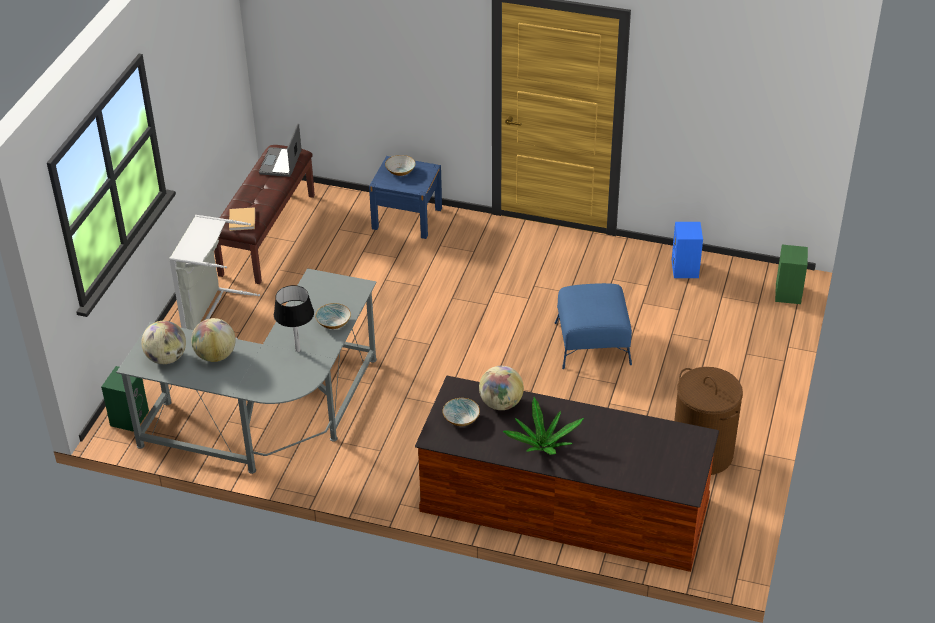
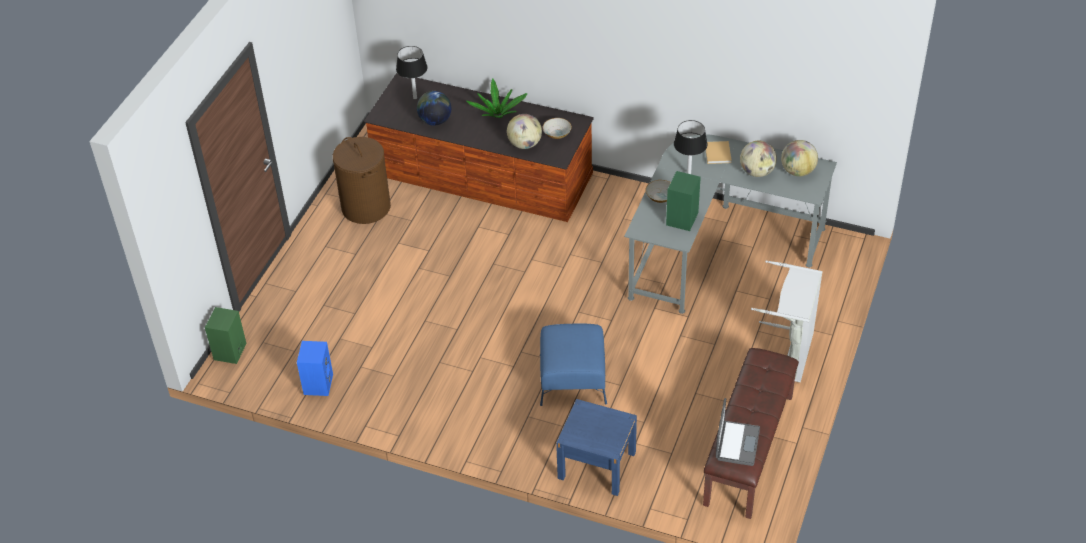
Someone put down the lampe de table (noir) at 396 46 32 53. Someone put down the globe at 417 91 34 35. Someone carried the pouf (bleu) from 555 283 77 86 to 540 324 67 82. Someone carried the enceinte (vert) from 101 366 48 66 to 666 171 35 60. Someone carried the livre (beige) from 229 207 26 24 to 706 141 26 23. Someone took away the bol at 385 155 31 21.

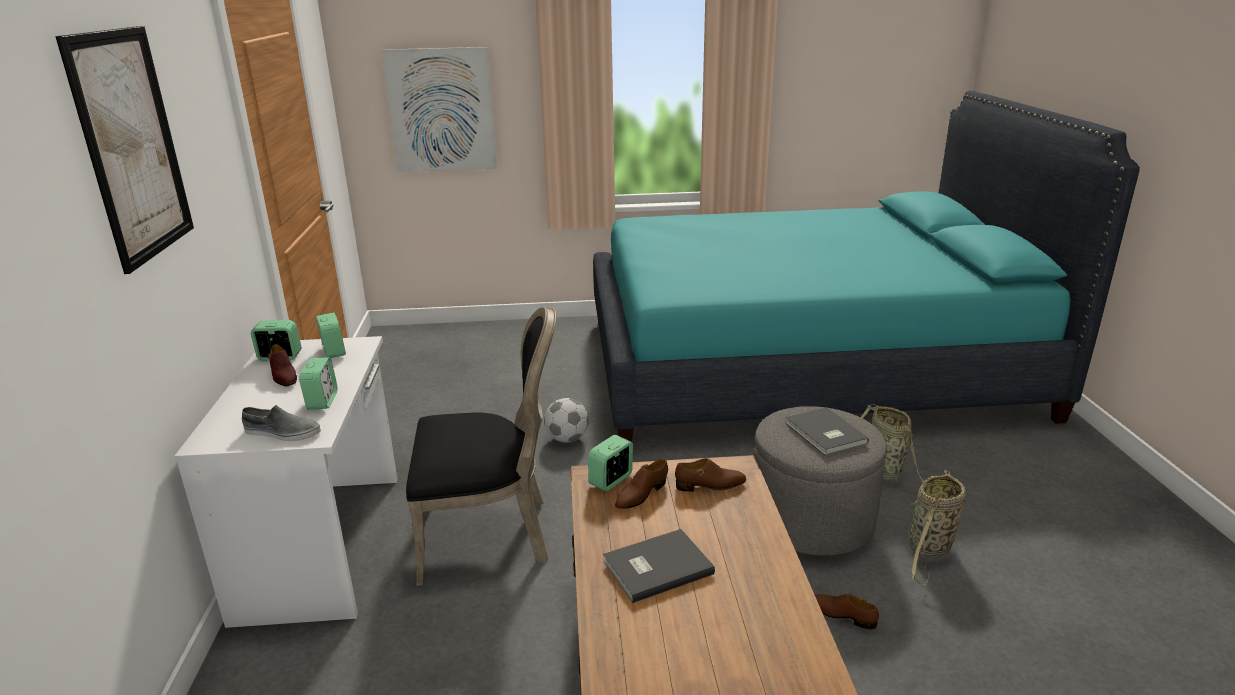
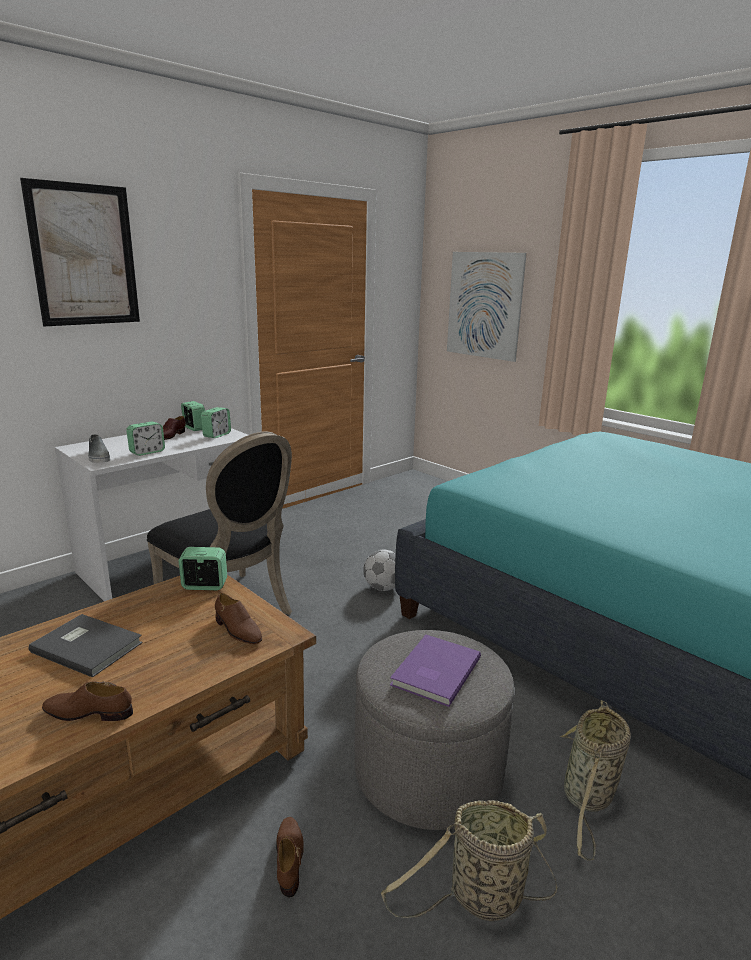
Someone carried the chaussure (marron) from 615 459 53 50 to 42 681 91 40. Someone repainted the livre (gris) at 786 407 83 49, which became the livre (violet) at 390 635 91 72.

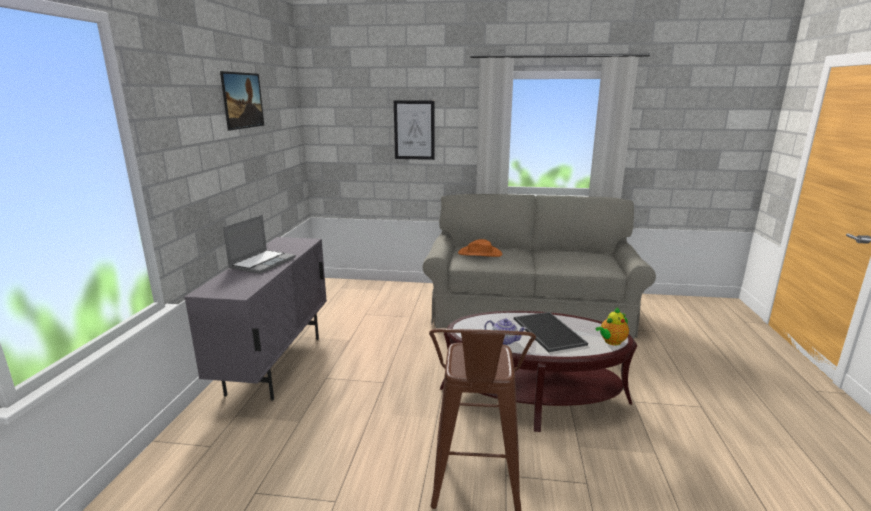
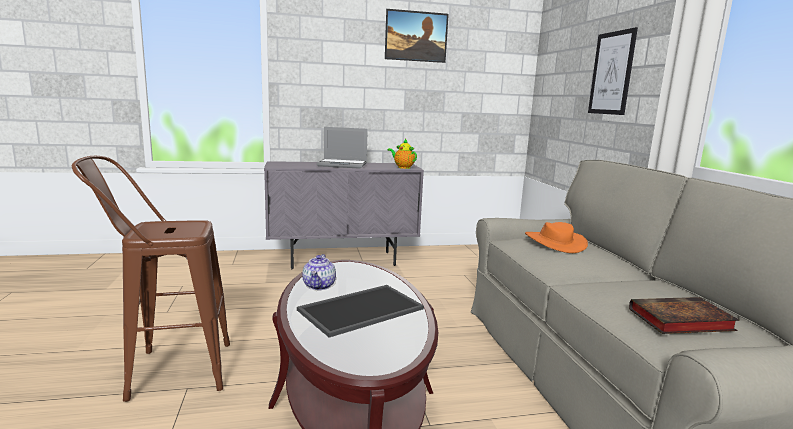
Someone carried the théière from 595 308 34 38 to 388 139 29 30. Someone put down the livre at 629 297 110 37.

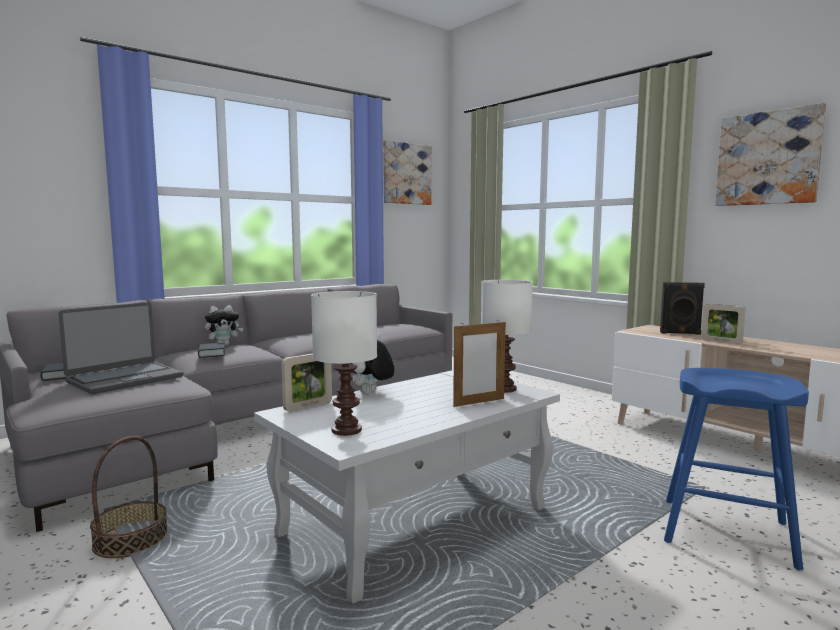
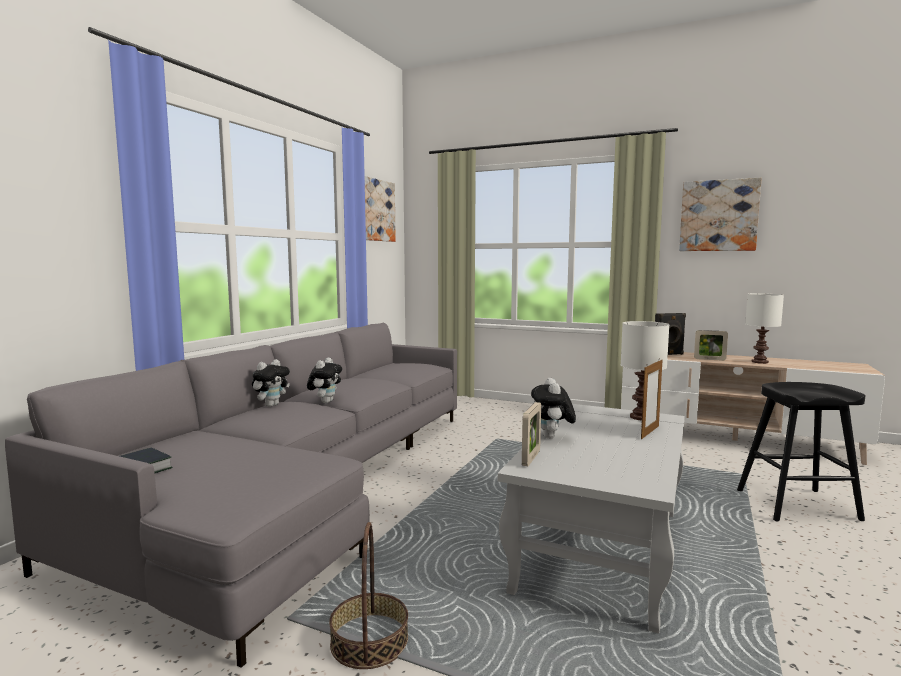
Someone put down the peluche at 307 357 35 46. Someone repainted the tabouret (bleu) at 664 368 145 202, which became the tabouret (noir) at 737 382 128 139. Someone carried the lampe de table (blanc) from 311 291 66 145 to 745 293 39 71. Someone took away the ordinateur portable at 58 302 125 92. Someone took away the livre at 198 343 27 15.

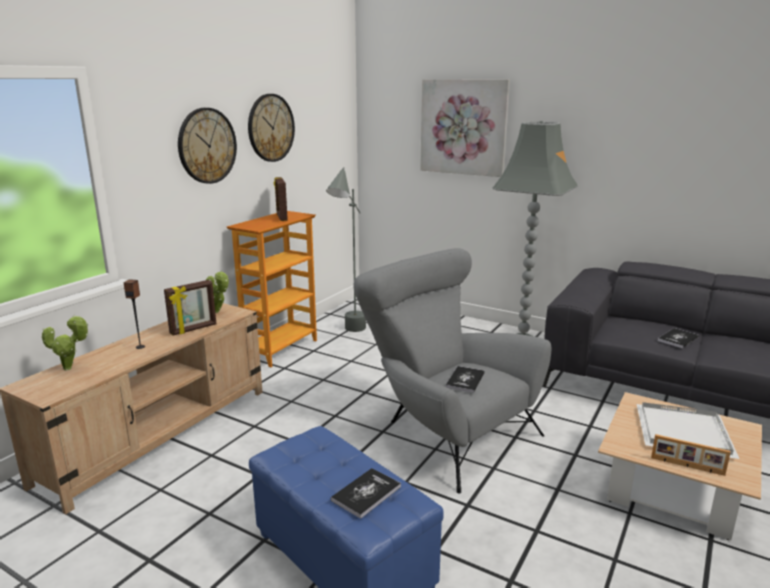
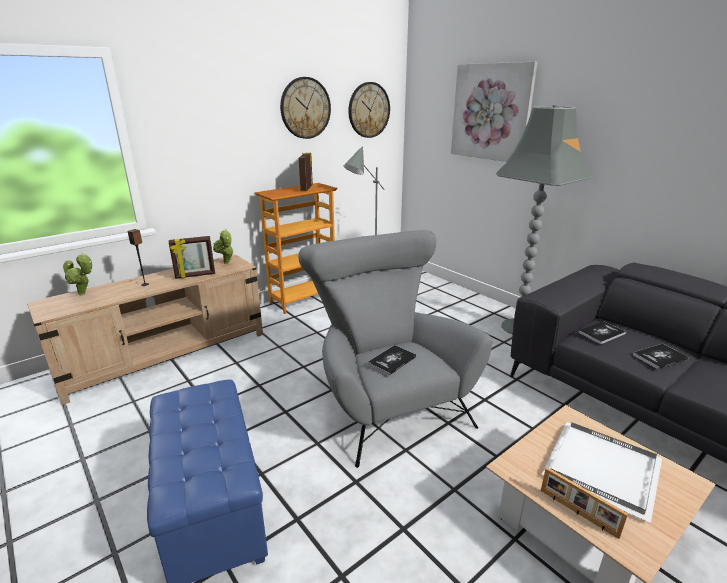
Someone carried the horloge murale from 178 108 59 76 to 348 82 42 56. Someone carried the livre from 331 468 70 51 to 578 321 48 23.

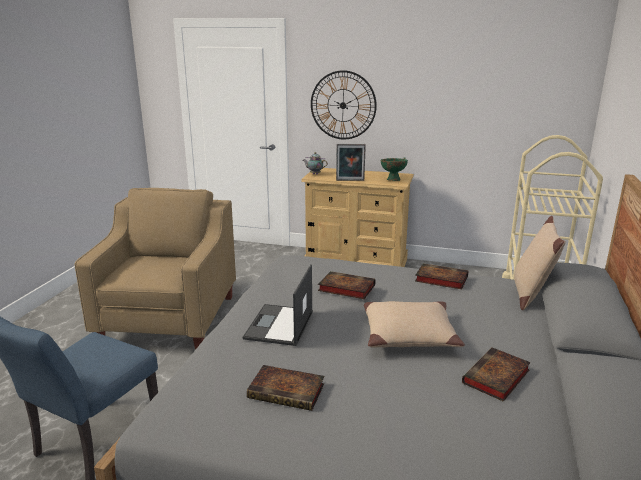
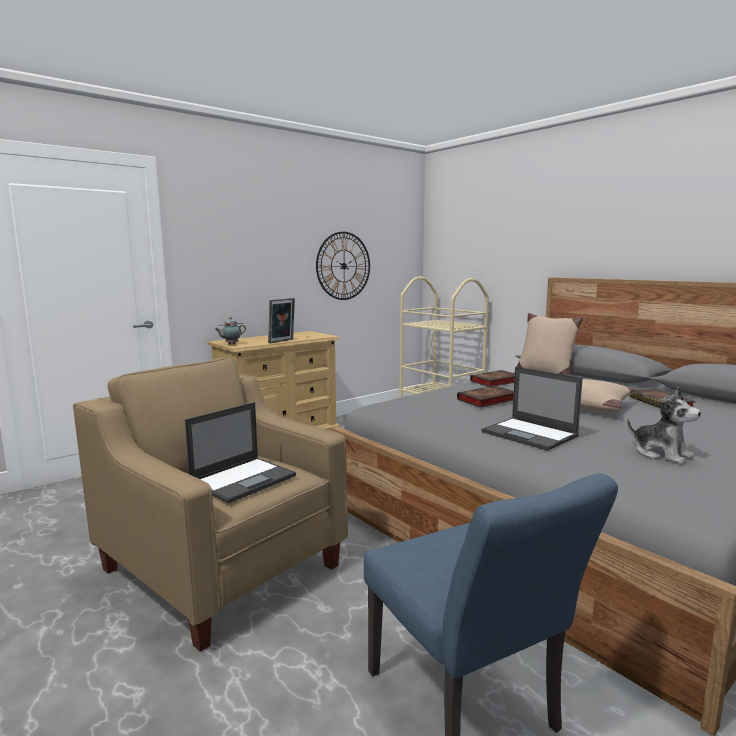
Someone put down the ordinateur portable at 185 402 111 102. Someone carried the horloge murale from 311 70 66 69 to 316 232 54 68. Someone swapped the livre at 247 365 77 46 for the peluche at 627 387 74 77. Someone took away the bol (vert) at 381 157 27 24.

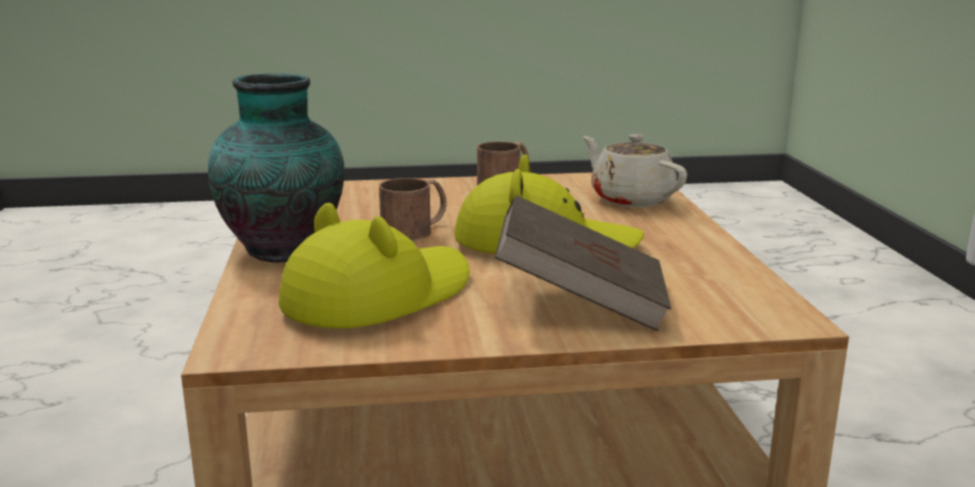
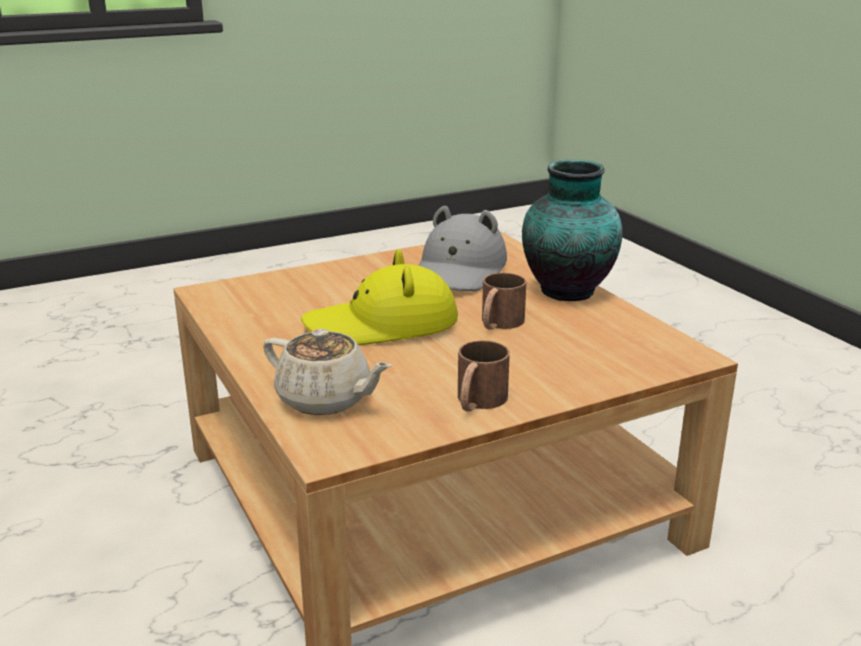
Someone repainted the chapeau (jaune) at 279 203 191 125, which became the chapeau (gris) at 419 206 88 85. Someone took away the livre (marron) at 495 195 176 137.

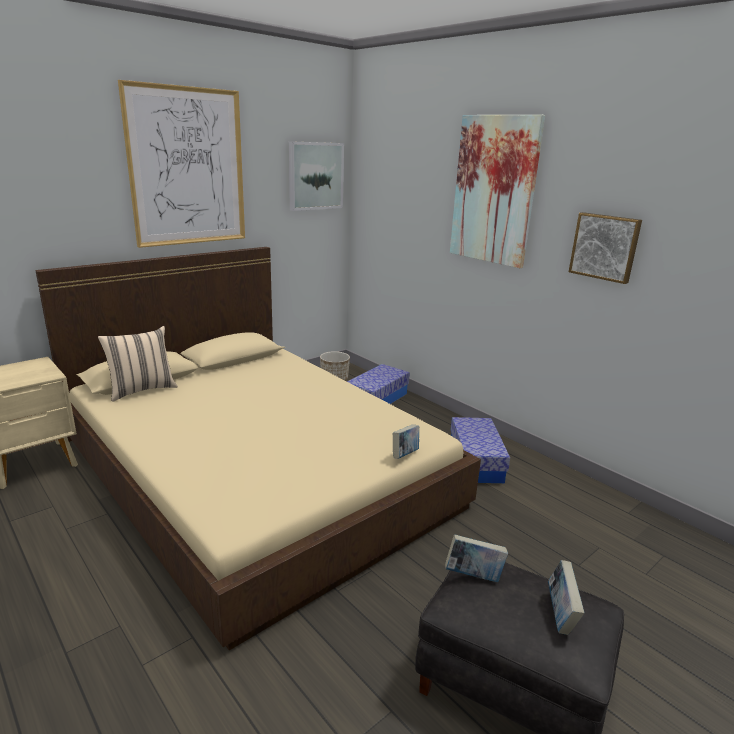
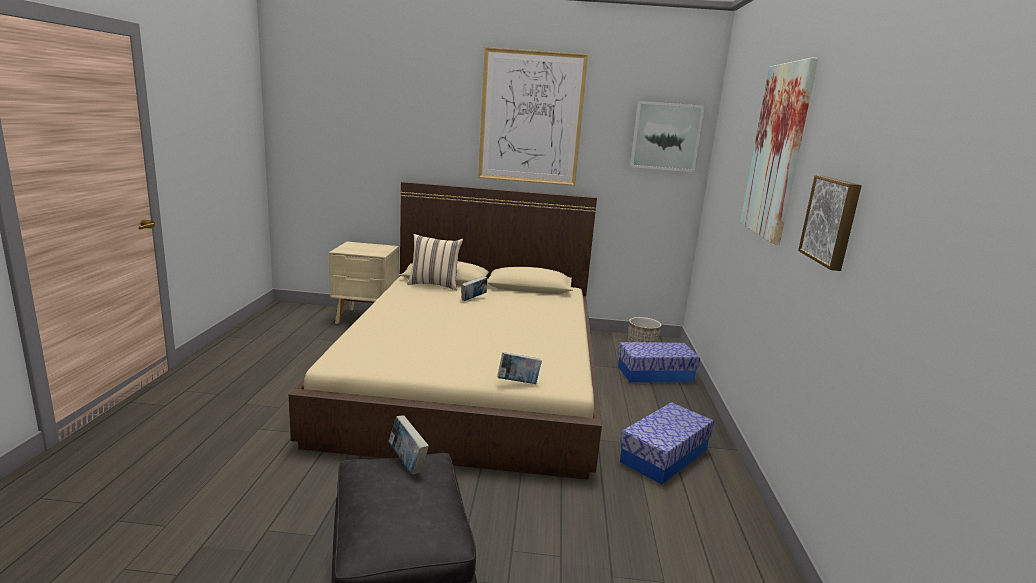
Someone carried the livre from 548 560 36 75 to 461 276 26 25.

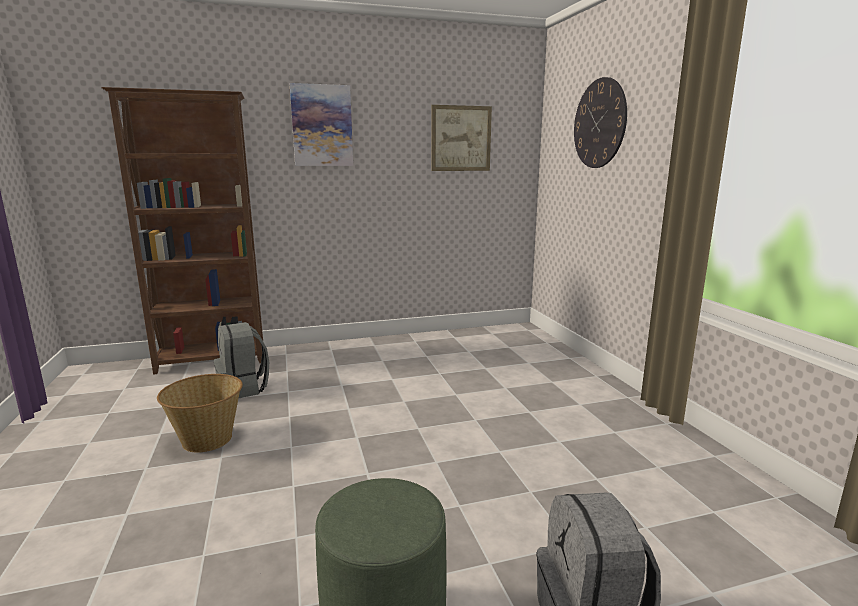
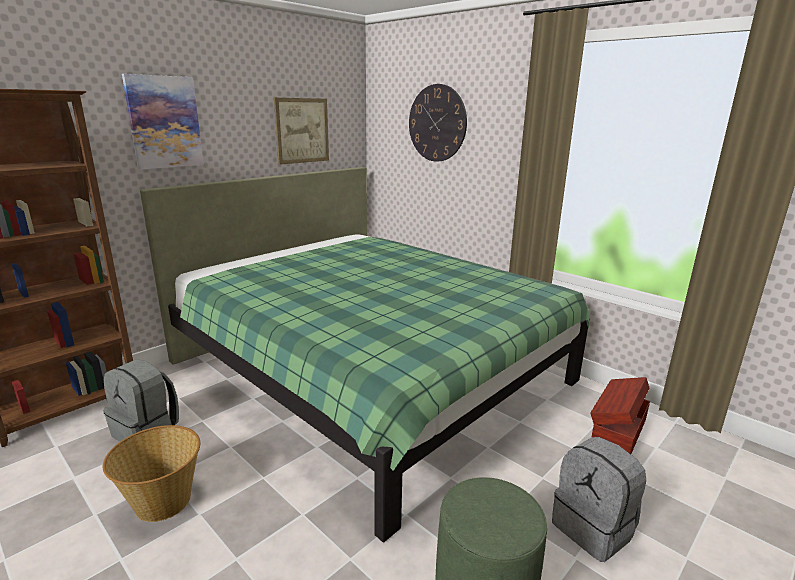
Someone put down the lit (vert) at 140 167 449 375. Someone put down the boîte de rangement (marron) at 591 377 59 77.

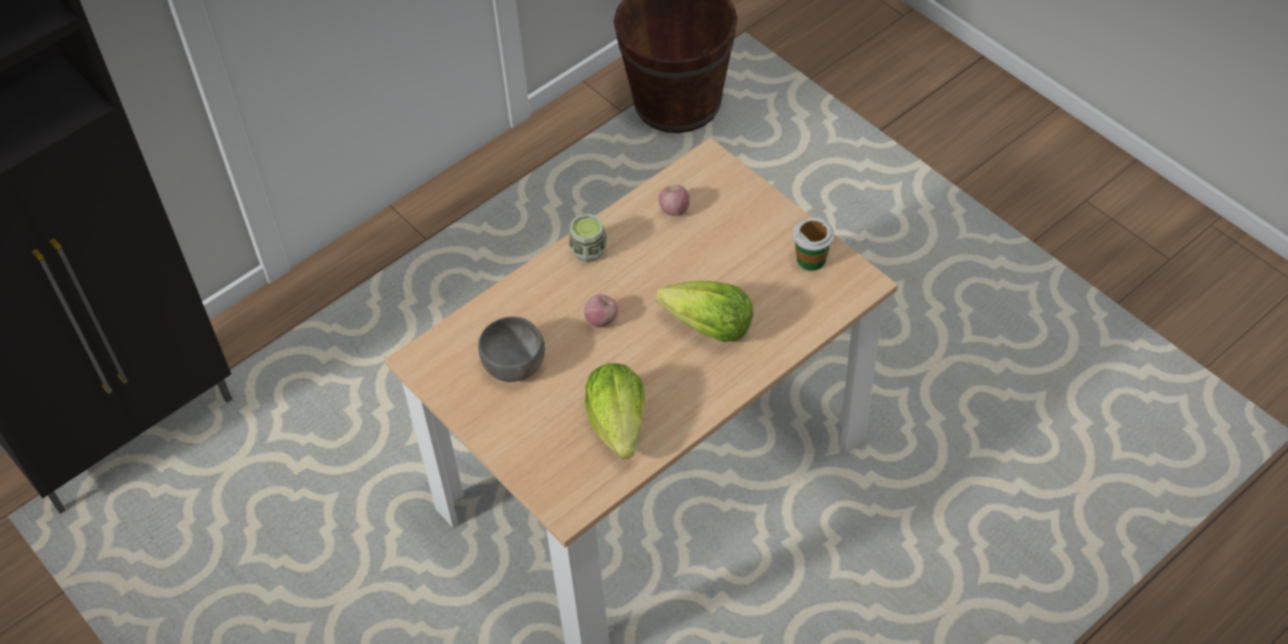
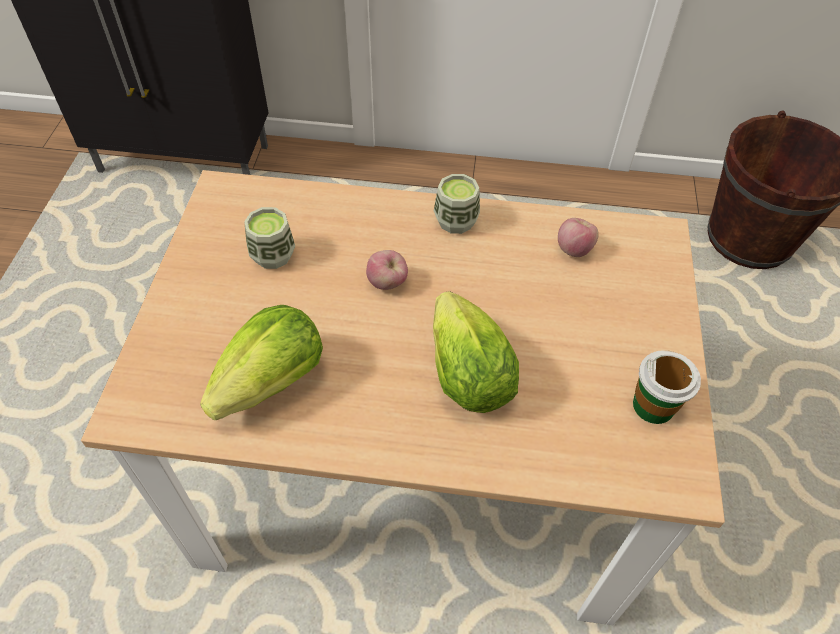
Someone swapped the bol (gris) at 478 316 67 66 for the tasse at 244 207 51 62.

